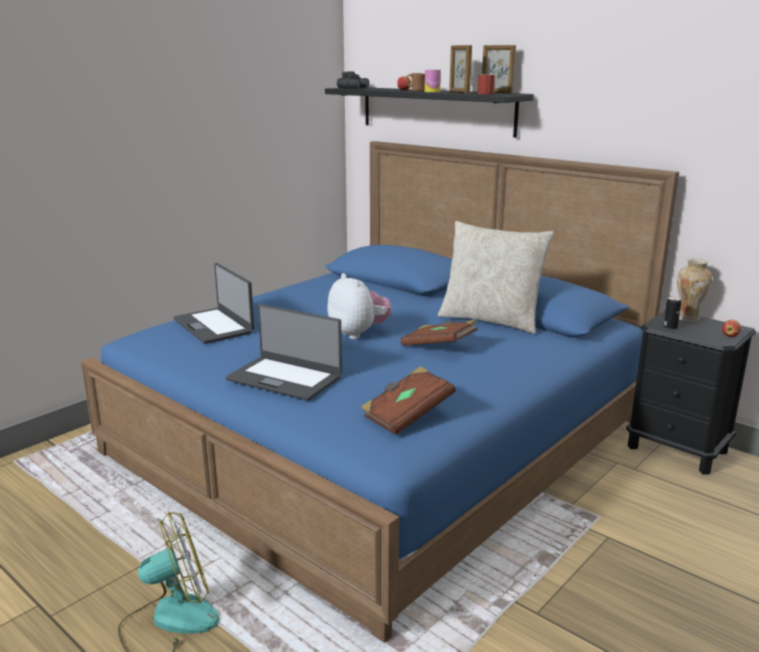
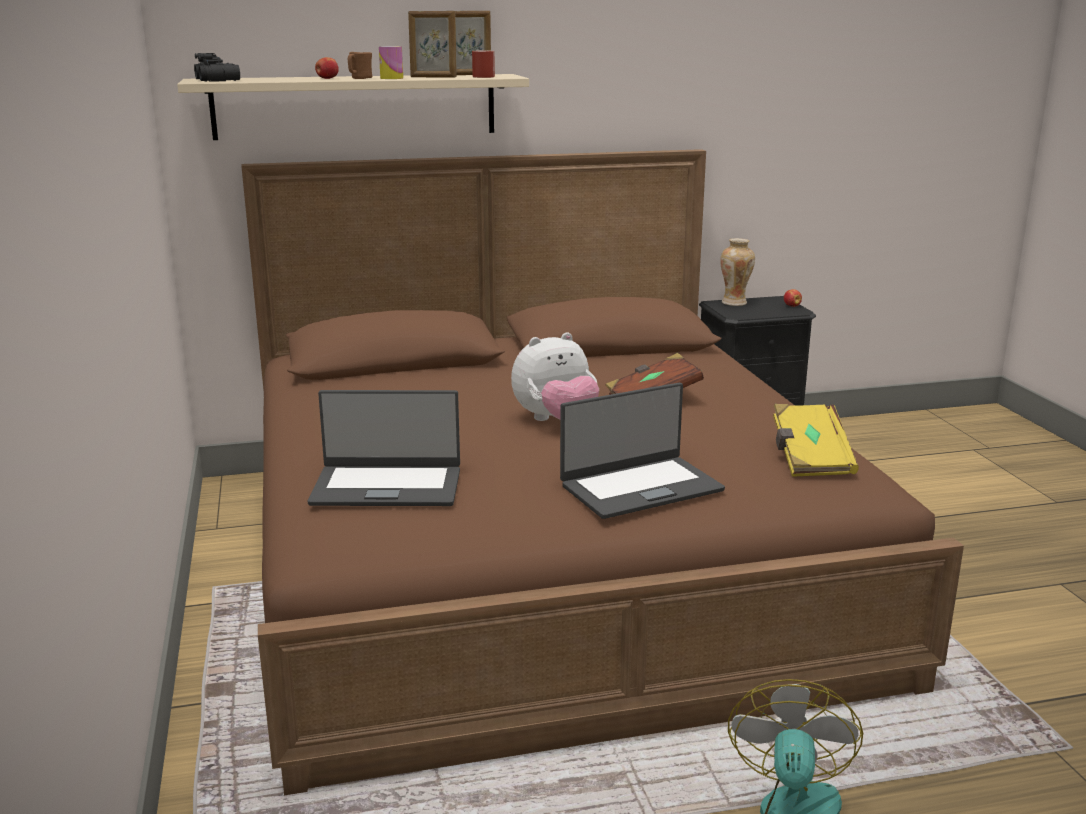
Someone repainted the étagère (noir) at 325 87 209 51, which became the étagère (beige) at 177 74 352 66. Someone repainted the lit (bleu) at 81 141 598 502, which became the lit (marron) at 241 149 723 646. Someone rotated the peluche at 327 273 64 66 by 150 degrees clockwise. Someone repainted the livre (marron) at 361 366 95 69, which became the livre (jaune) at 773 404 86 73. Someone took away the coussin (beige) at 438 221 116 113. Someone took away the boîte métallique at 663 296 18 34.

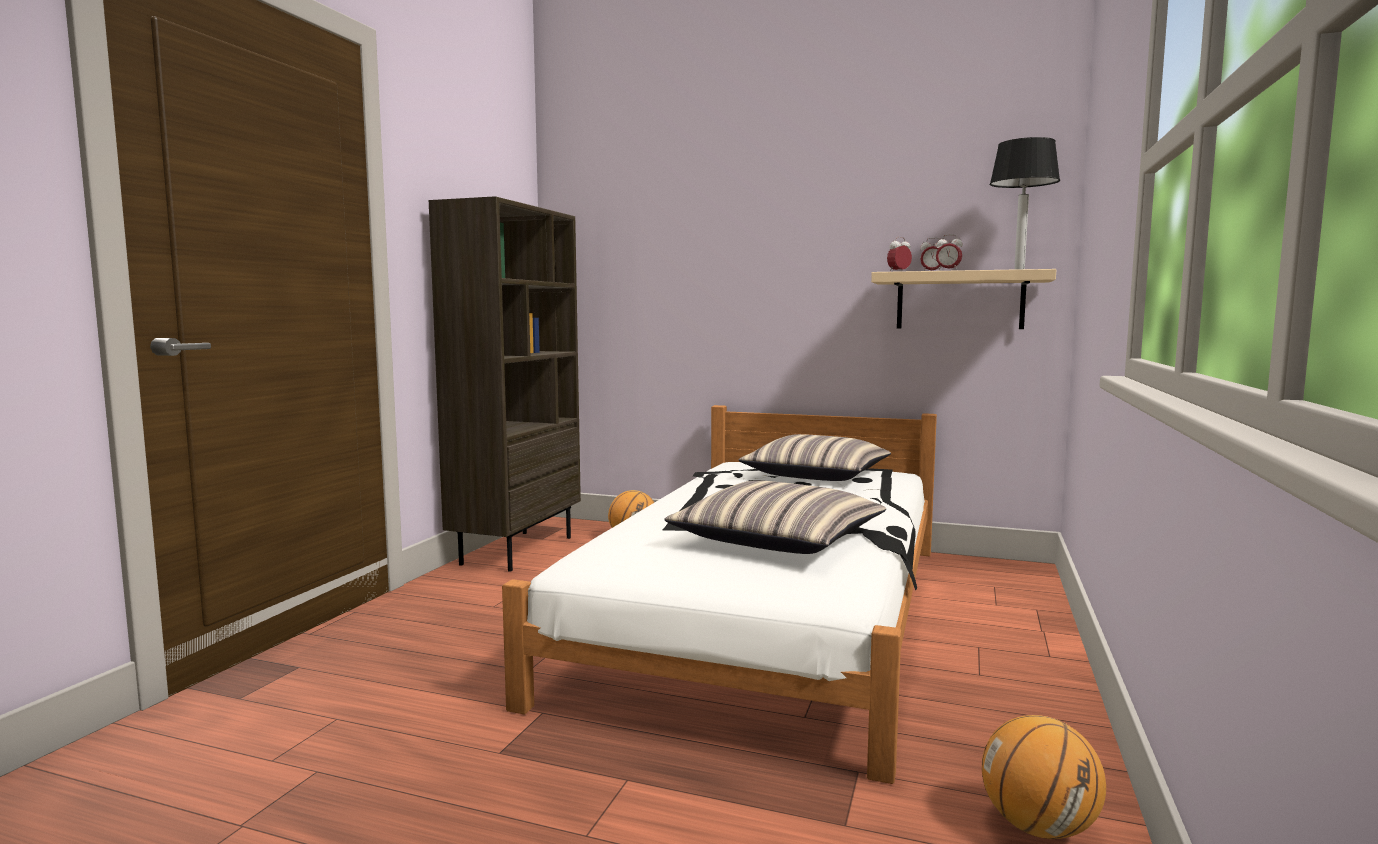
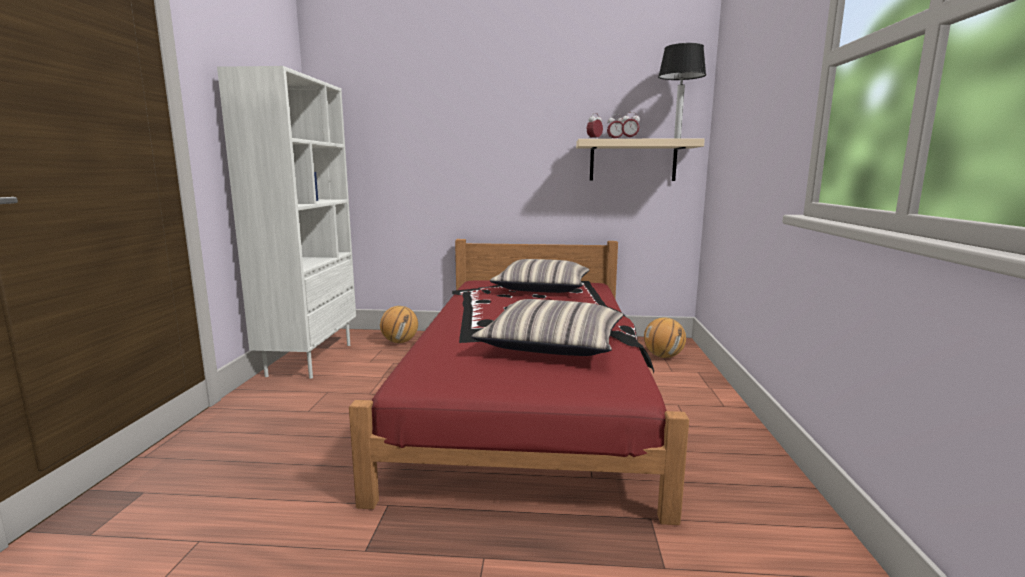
Someone repainted the bibliothèque (marron) at 429 196 152 376, which became the bibliothèque (blanc) at 217 66 139 313. Someone repainted the lit (blanc) at 502 405 435 379, which became the lit (rouge) at 349 239 340 286. Someone carried the ballon de basket from 982 715 124 124 to 644 318 42 40.

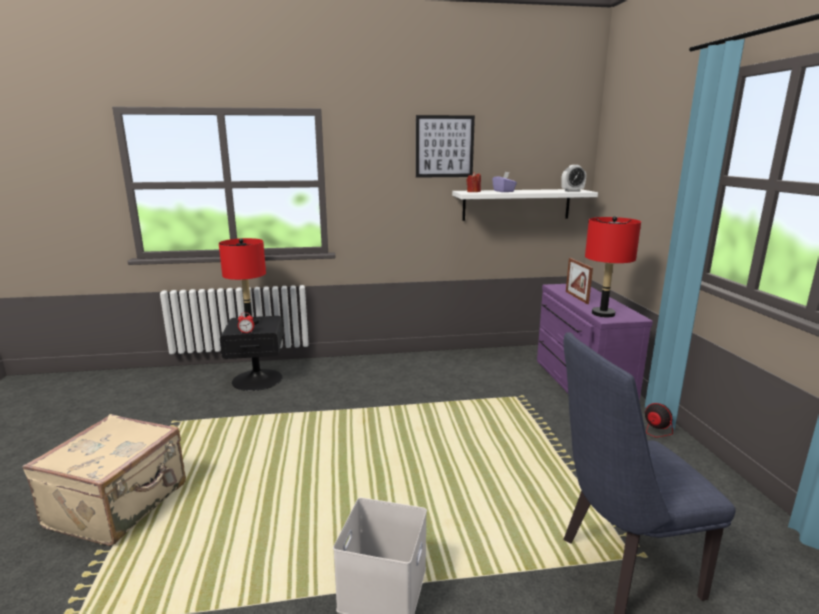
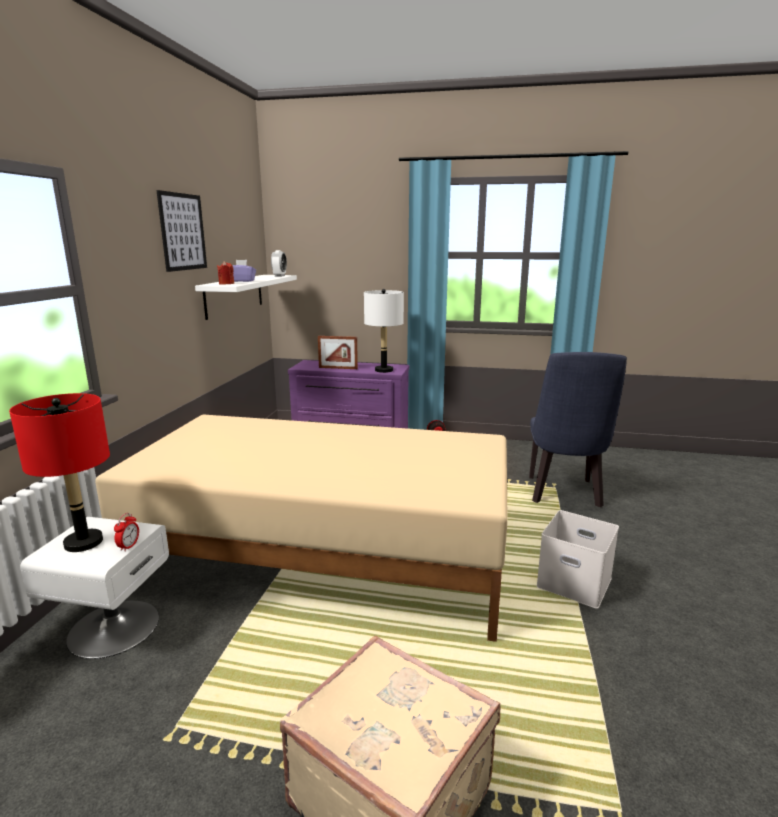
Someone repainted the table de chevet (noir) at 220 316 63 75, which became the table de chevet (blanc) at 20 517 149 142. Someone put down the lit (beige) at 95 414 413 228. Someone repainted the lampe de table (rouge) at 585 216 56 101, which became the lampe de table (blanc) at 364 289 40 84.

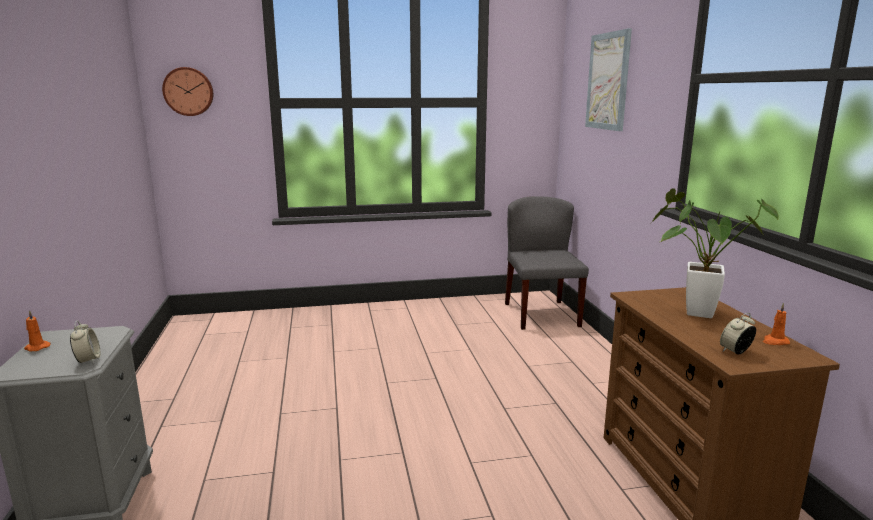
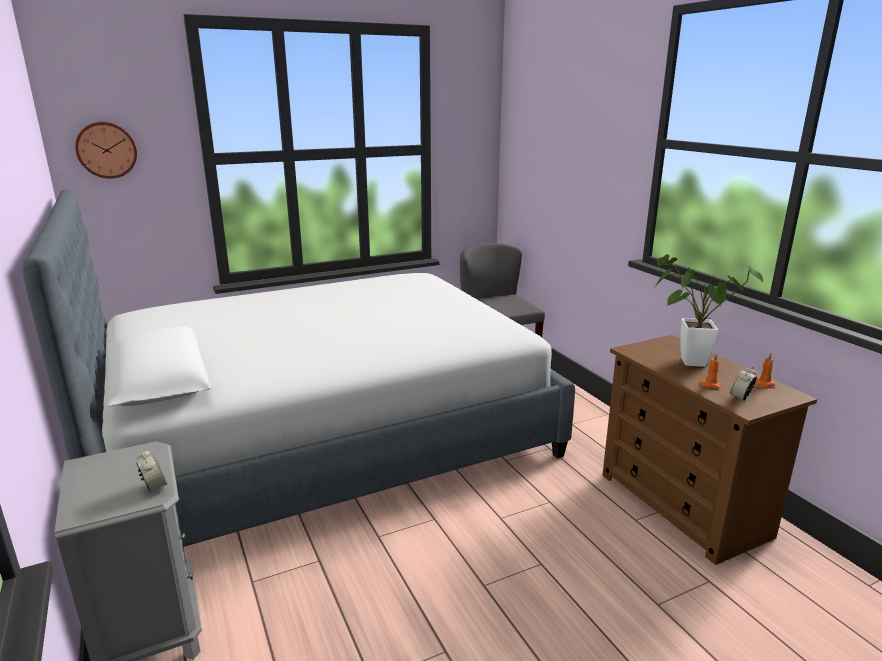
Someone put down the lit at 23 189 552 358. Someone carried the bougie (orange) from 24 310 26 41 to 699 354 23 34. Someone took away the tableau at 585 28 47 103.

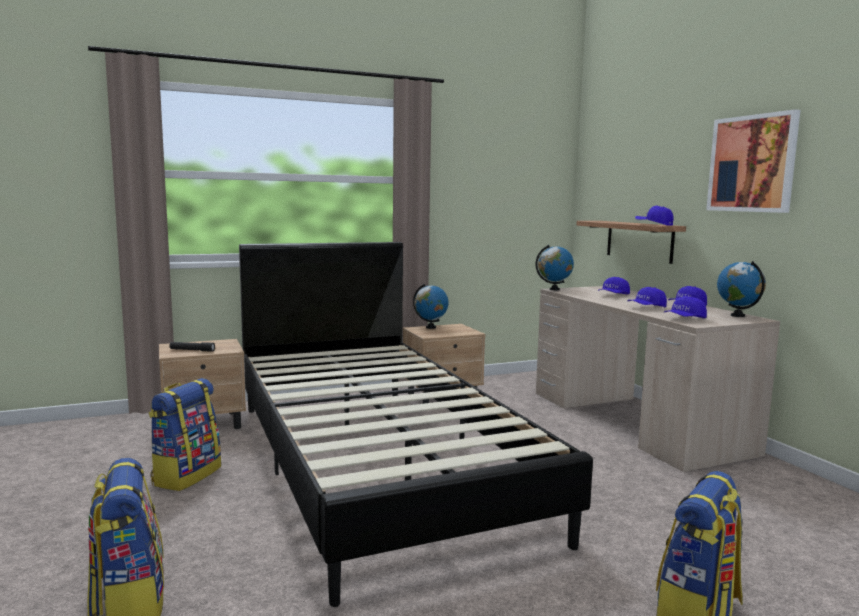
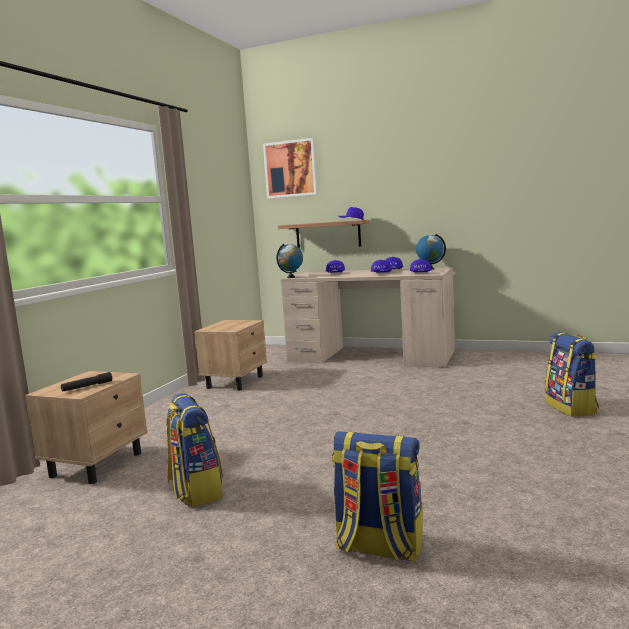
Someone carried the tableau from 706 109 95 104 to 263 138 55 61. Someone took away the lit (noir) at 239 242 354 365. Someone took away the globe at 413 284 36 45.

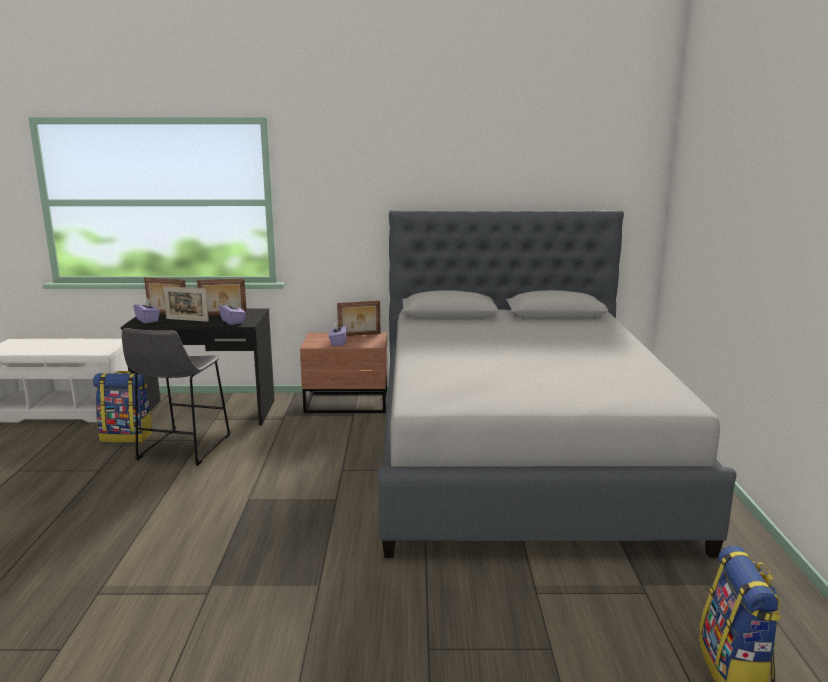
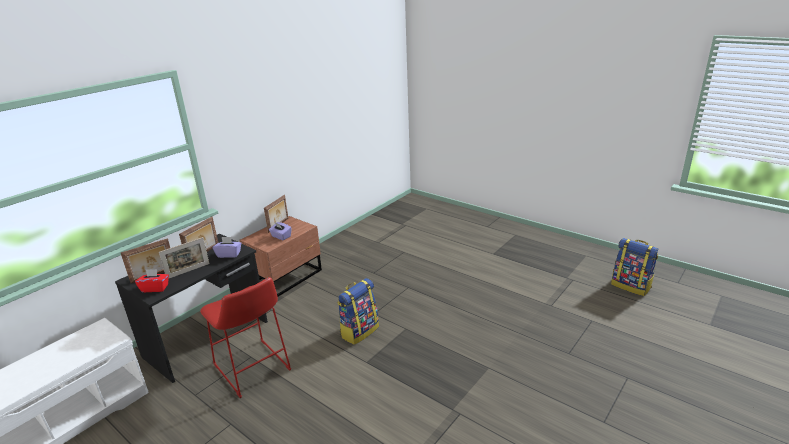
Someone repainted the boîte à mouchoirs (violet) at 133 299 27 25, which became the boîte à mouchoirs (rouge) at 135 269 34 23. Someone repainted the tabouret (gris) at 122 328 108 138, which became the tabouret (rouge) at 200 277 91 121. Someone carried the sac à dos from 93 371 60 72 to 337 278 42 67. Someone took away the lit (gris) at 378 210 358 348.

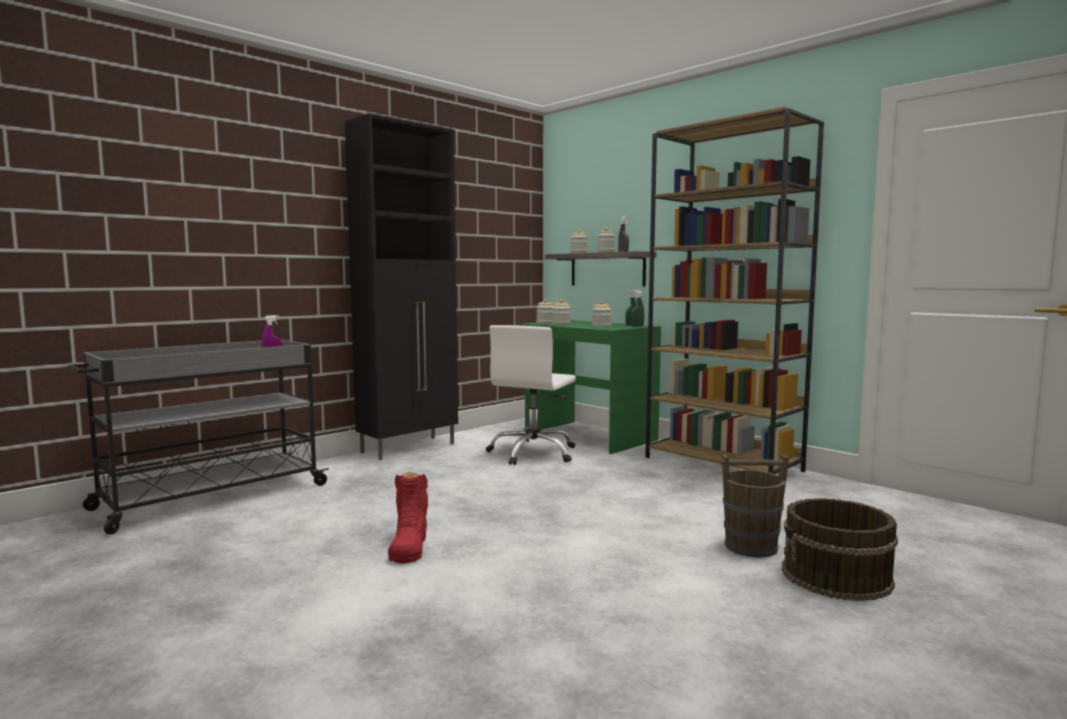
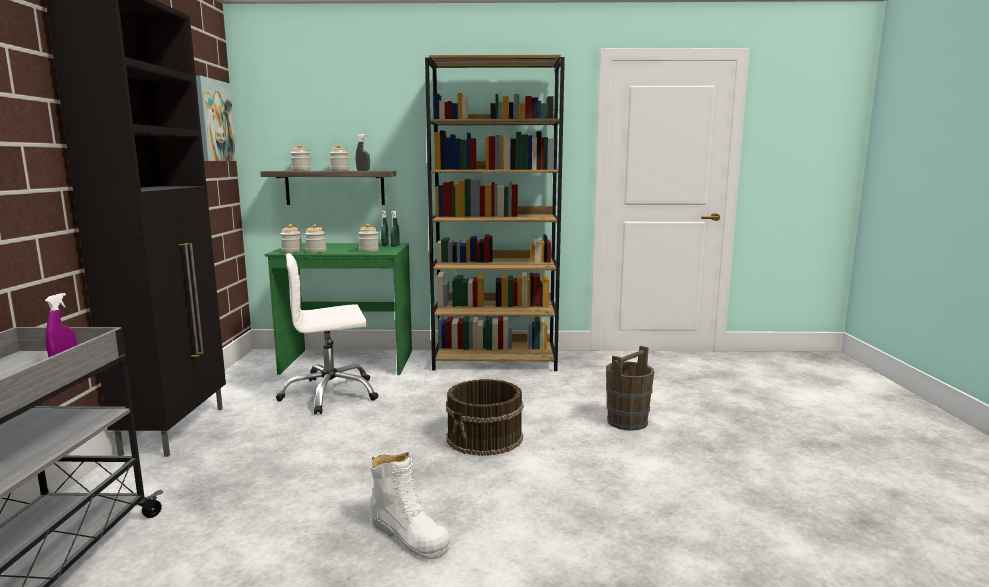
Someone put up the tableau at 196 75 41 86. Someone rotated the chaise de bureau (blanc) at 486 325 90 140 by 90 degrees clockwise. Someone repainted the botte (rouge) at 388 472 40 91, which became the botte (blanc) at 370 452 81 107. Someone carried the seau (marron) from 782 498 116 103 to 446 379 78 77.

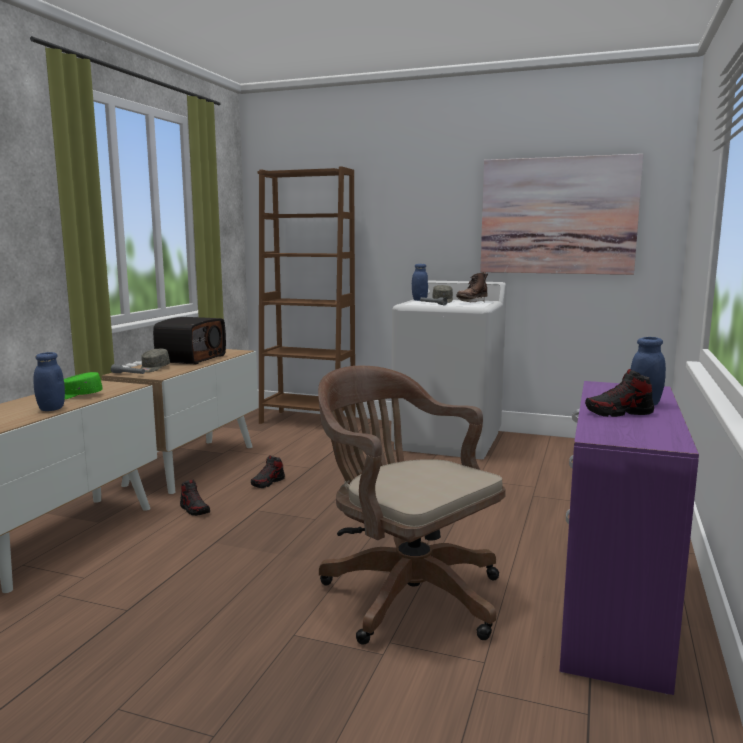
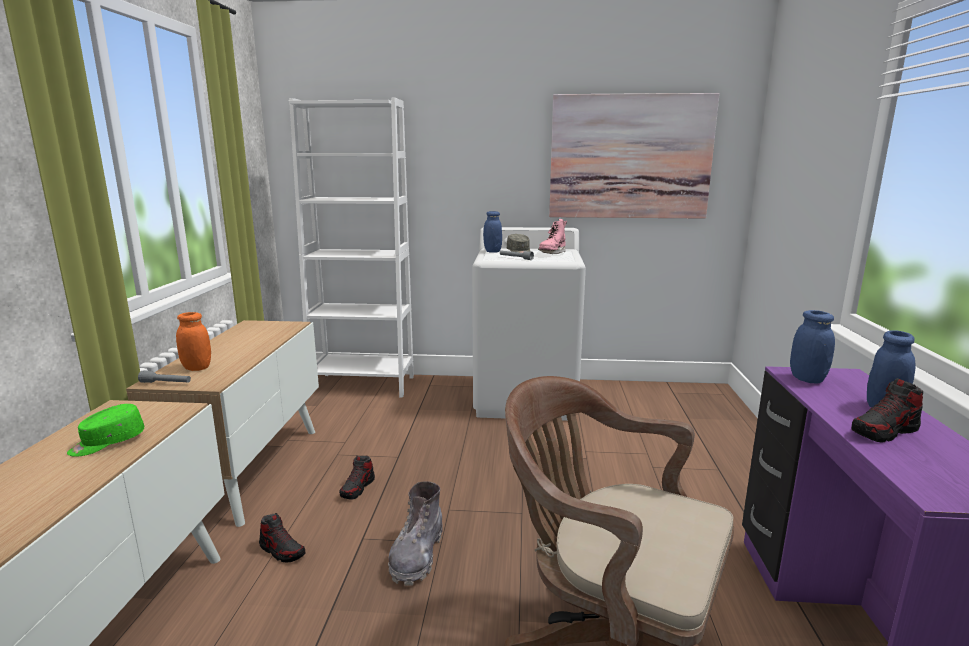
Someone swapped the casquette (gris) at 140 349 30 23 for the bocal (orange) at 176 312 35 59. Someone repainted the bibliothèque (marron) at 258 166 97 258, which became the bibliothèque (blanc) at 289 98 125 300. Someone put down the botte (gris) at 388 482 55 104. Someone repainted the botte (marron) at 456 272 32 30, which became the botte (rose) at 538 219 29 35. Someone carried the bocal (bleu) from 33 352 32 59 to 790 310 45 73. Someone took away the radio at 153 317 73 48.

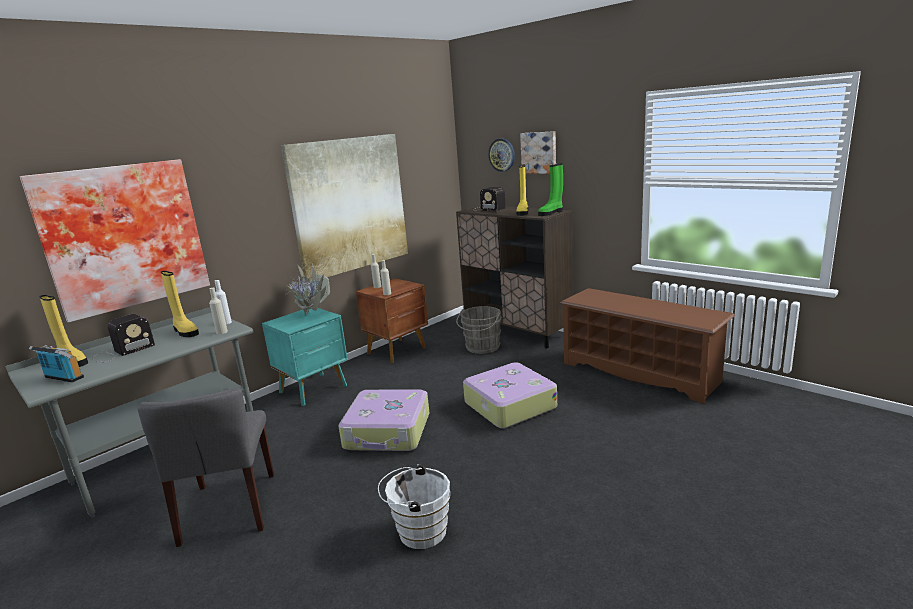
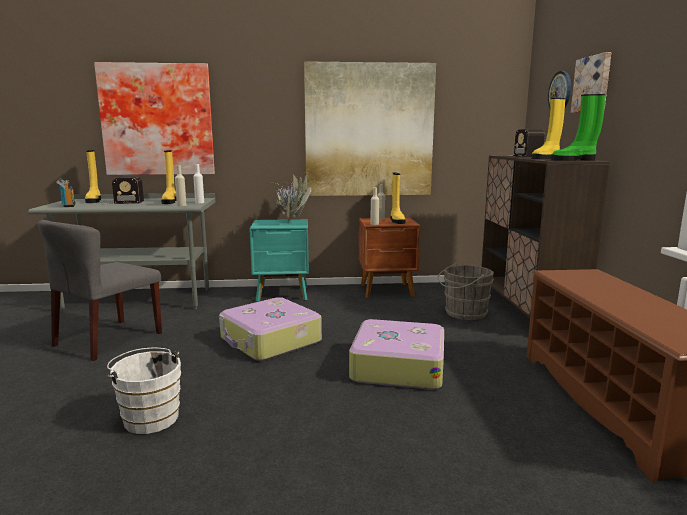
Someone put down the botte (jaune) at 390 173 15 51.

